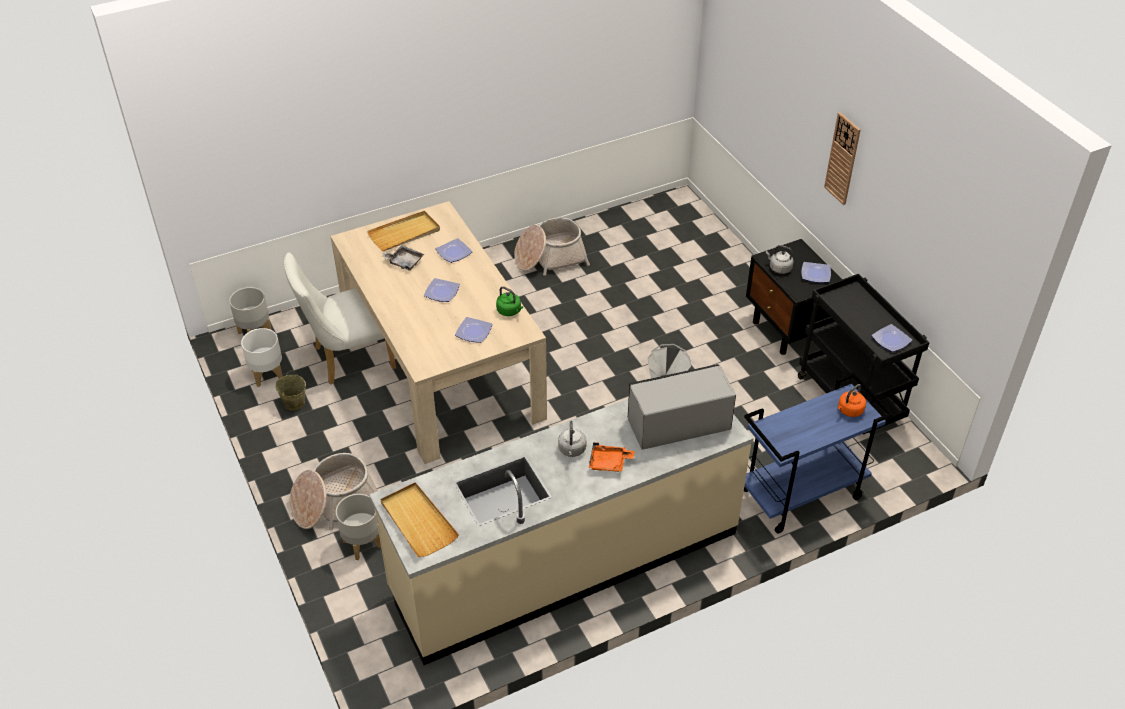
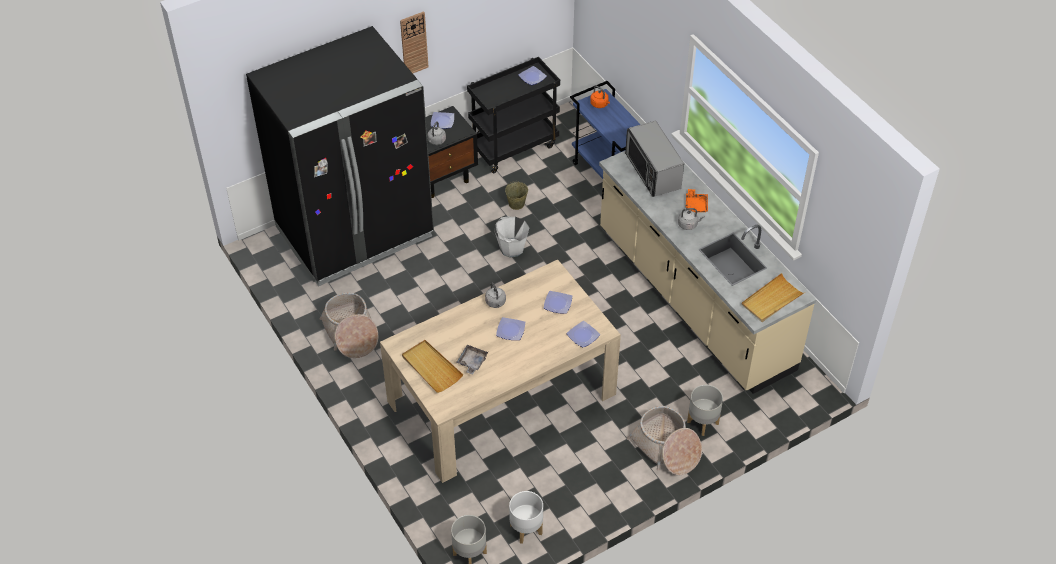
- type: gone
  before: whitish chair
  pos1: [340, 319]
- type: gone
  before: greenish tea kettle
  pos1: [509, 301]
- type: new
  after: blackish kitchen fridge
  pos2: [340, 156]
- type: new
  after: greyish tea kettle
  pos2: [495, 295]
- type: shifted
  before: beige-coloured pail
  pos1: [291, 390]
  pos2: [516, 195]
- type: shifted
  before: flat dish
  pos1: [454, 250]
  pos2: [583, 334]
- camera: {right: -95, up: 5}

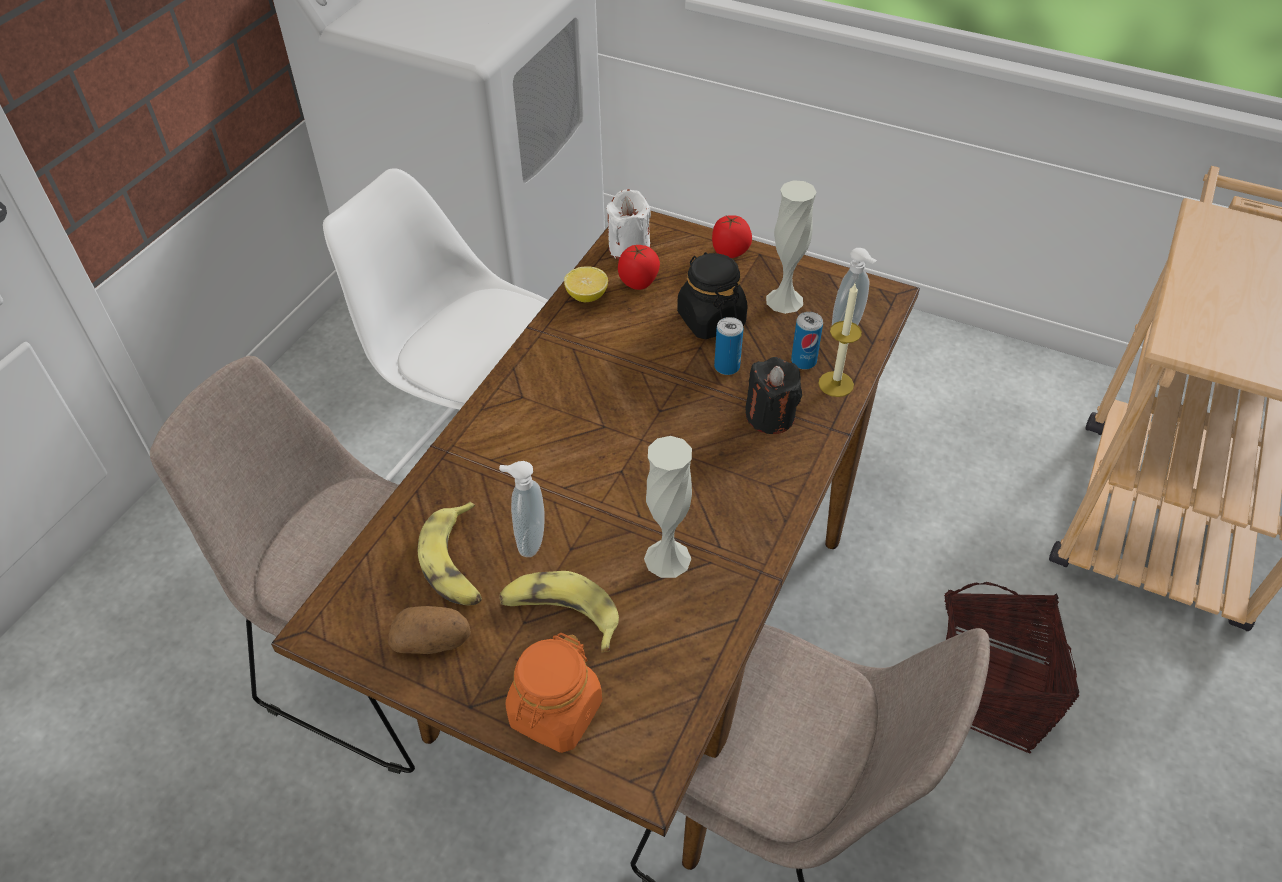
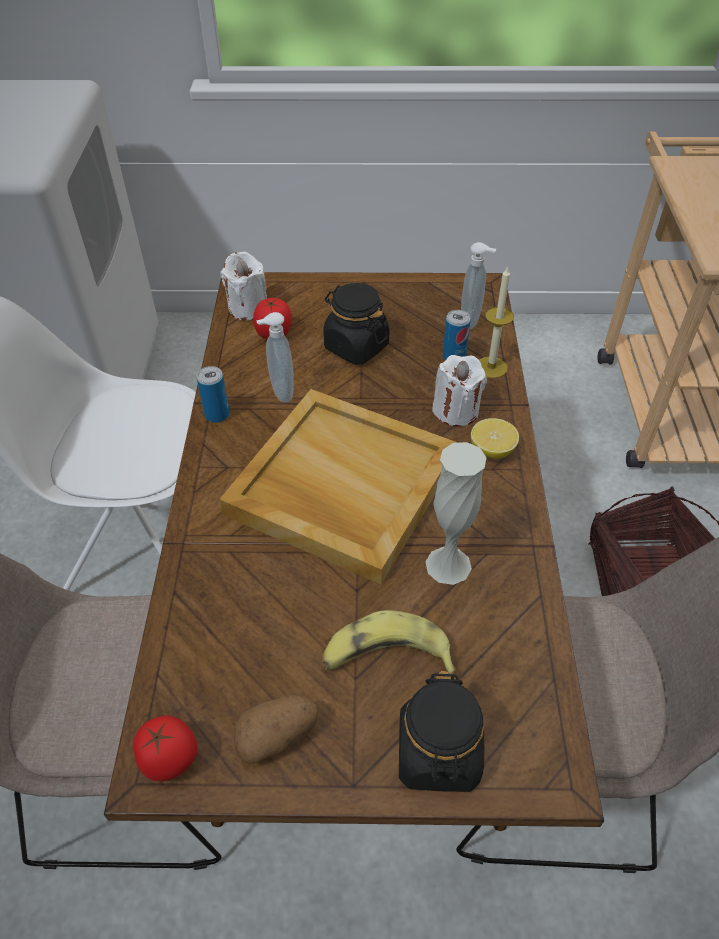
- type: gone
  before: banana fruit
  pos1: [450, 553]
- type: gone
  before: whitish decorative vase
  pos1: [791, 247]
- type: new
  after: beige-coloured tray
  pos2: [339, 486]
- type: shifted
  before: soap bottle
  pos1: [522, 509]
  pos2: [275, 357]
- type: shifted
  before: citrus fruit
  pos1: [586, 284]
  pos2: [495, 438]
- type: shifted
  before: tomato
  pos1: [732, 236]
  pos2: [165, 748]
- type: shifted
  before: metal can
  pos1: [728, 346]
  pos2: [213, 394]
- type: repainted
  before: orange-coloured storage jar
  after: blackish storage jar
  pos1: [553, 693]
  pos2: [441, 731]
- type: repainted
  before: blackish candle
  after: whitish candle
  pos1: [773, 395]
  pos2: [459, 390]
- camera: {right: -25, up: 0}

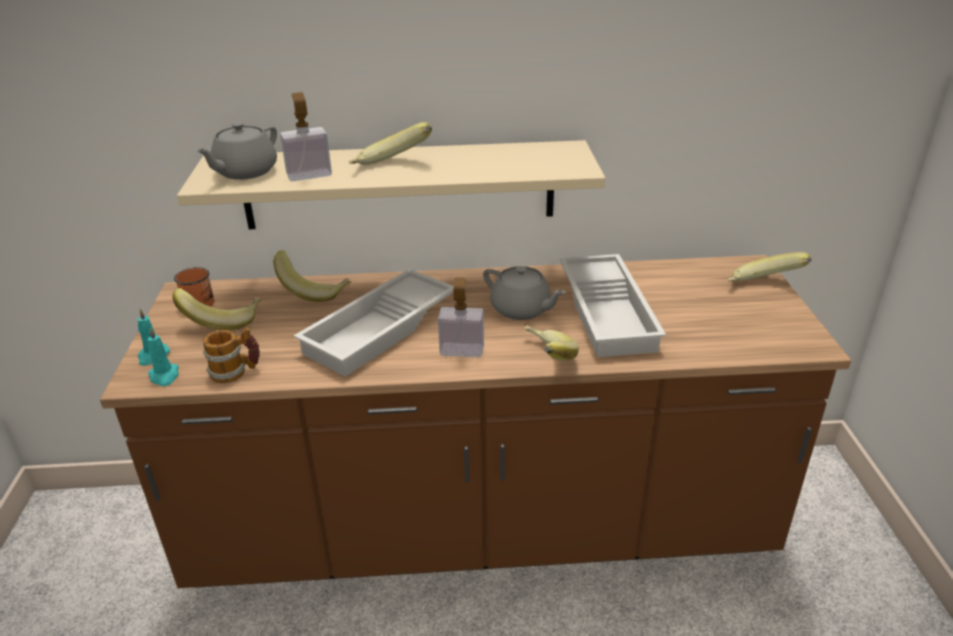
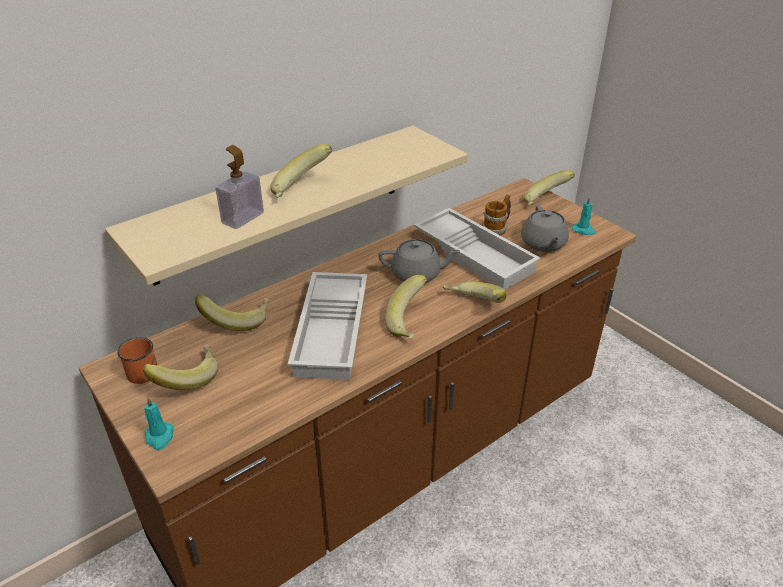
- type: shifted
  before: turquoise-coloured candle
  pos1: [163, 357]
  pos2: [584, 216]
- type: shifted
  before: greyish teapot
  pos1: [236, 151]
  pos2: [545, 228]
- type: shifted
  before: coffee mug
  pos1: [231, 355]
  pos2: [496, 215]
- type: swapped
  before: soap bottle
  after: banana fruit
  pos1: [461, 317]
  pos2: [406, 307]
- camera: {right: -35, up: 5}

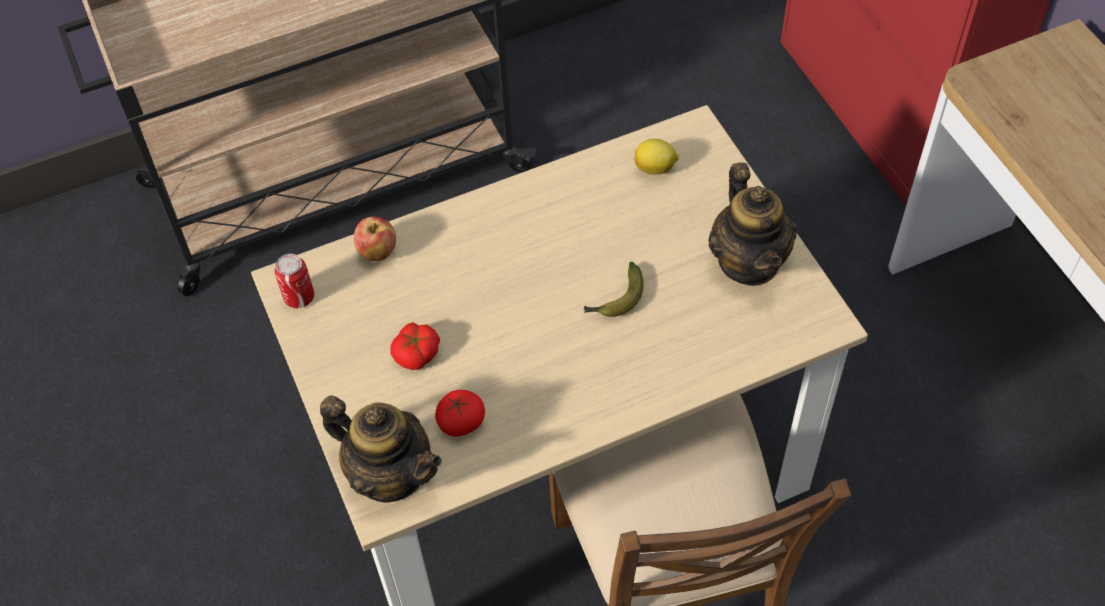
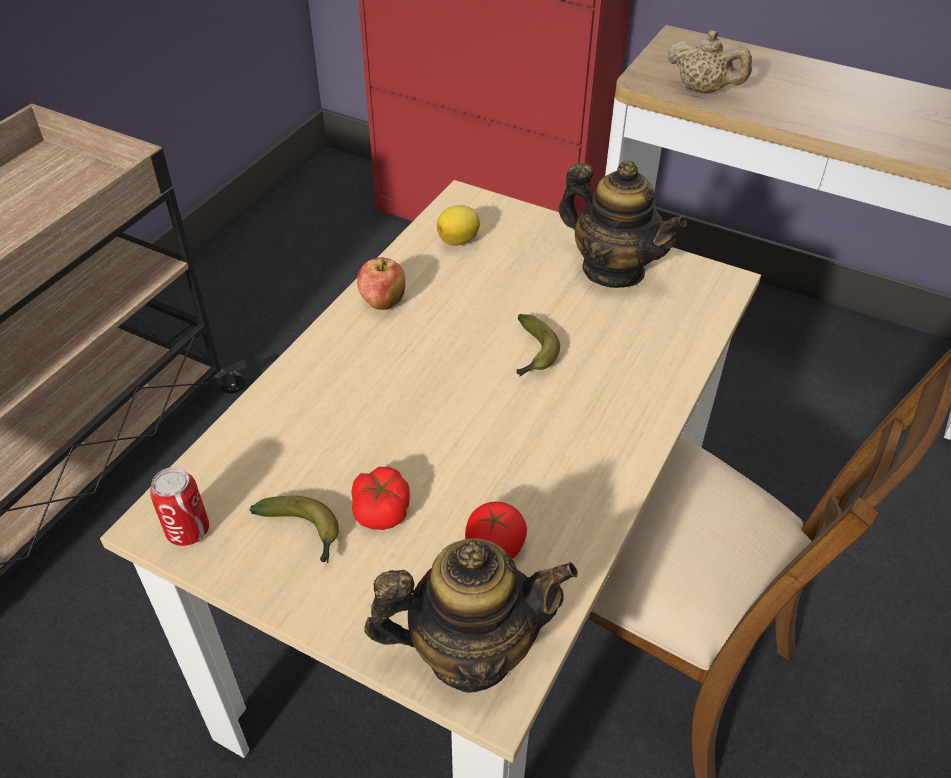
- type: new
  after: banana fruit
  pos2: [294, 529]
- type: new
  after: beige-coloured teapot
  pos2: [709, 62]
- type: shifted
  before: whole apple
  pos1: [375, 238]
  pos2: [381, 283]
- camera: {right: -40, up: -10}

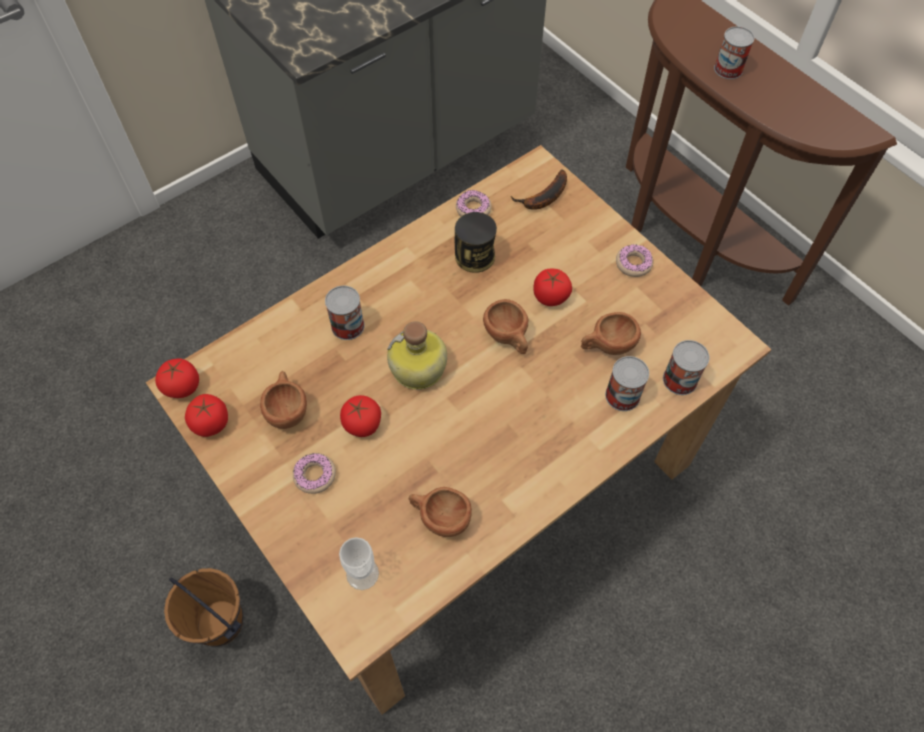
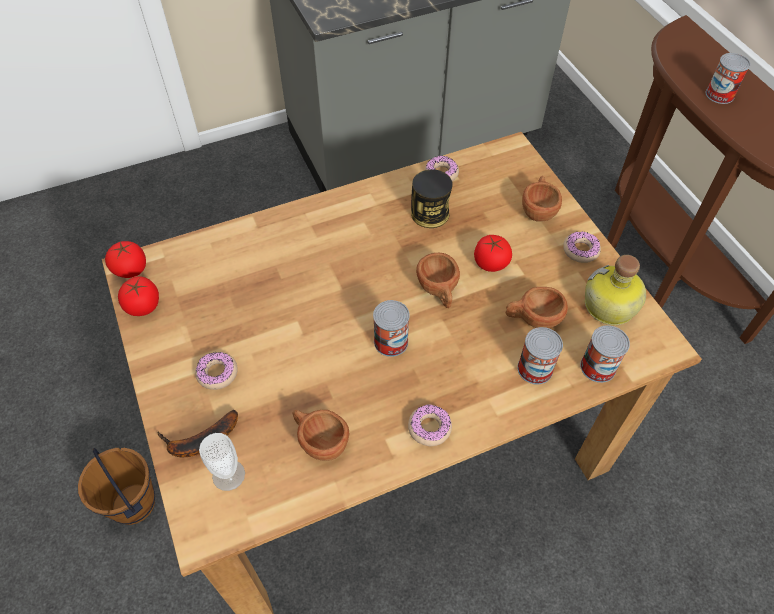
- type: gone
  before: tomato
  pos1: [360, 416]
- type: new
  after: ring doughnut
  pos2: [430, 425]
- type: shifted
  before: brown-coloured drinking cup
  pos1: [283, 400]
  pos2: [542, 199]
- type: shifted
  before: metal can
  pos1: [345, 313]
  pos2: [391, 328]
- type: shifted
  before: bottle
  pos1: [417, 355]
  pos2: [615, 290]
- type: shifted
  before: banana fruit
  pos1: [539, 189]
  pos2: [197, 433]
- camera: {right: 15, up: -5}

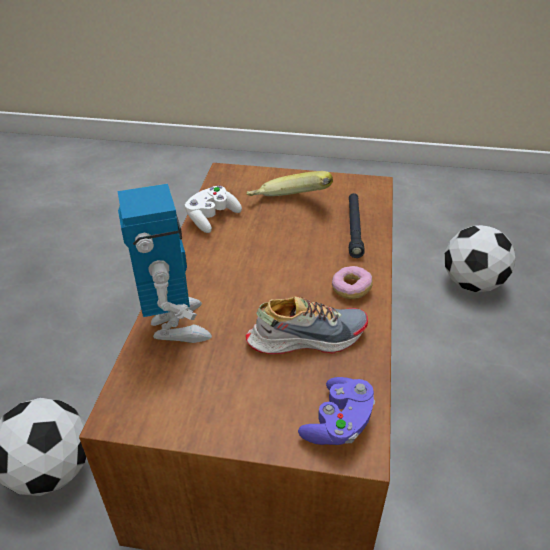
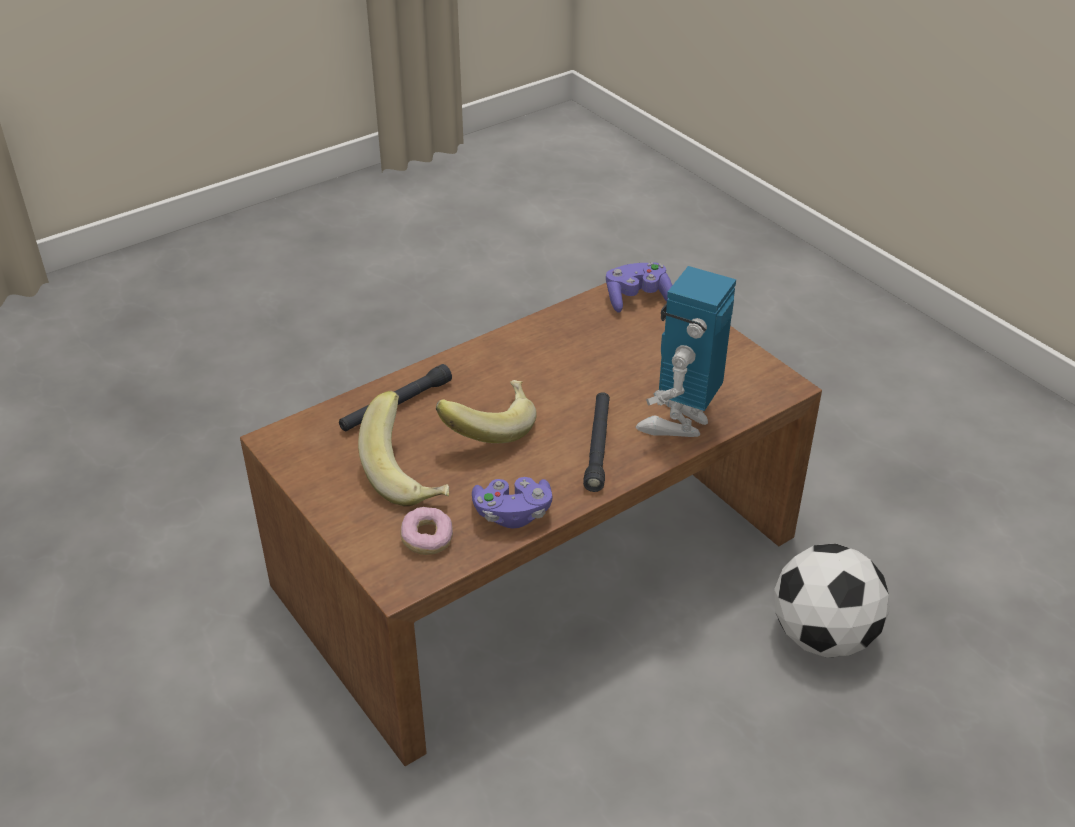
- type: gone
  before: shoe
  pos1: [307, 325]
- type: gone
  before: football ball
  pos1: [480, 258]
- type: new
  after: banana fruit
  pos2: [486, 411]
- type: new
  after: blackish torch
  pos2: [596, 442]
- type: shifted
  before: ring doughnut
  pos1: [352, 282]
  pos2: [426, 531]
- type: repainted
  before: whitish game controller
  after: purple game controller
  pos1: [213, 209]
  pos2: [512, 503]
- camera: {right: -135, up: 0}

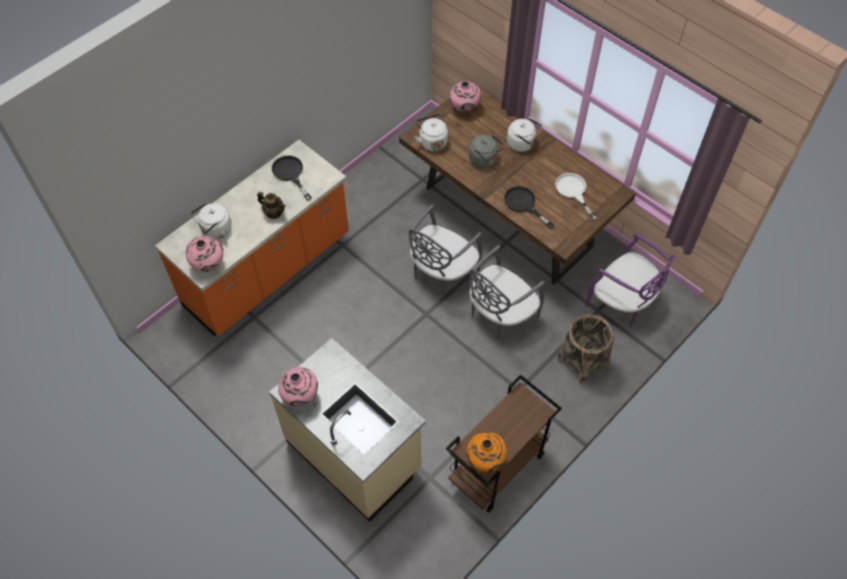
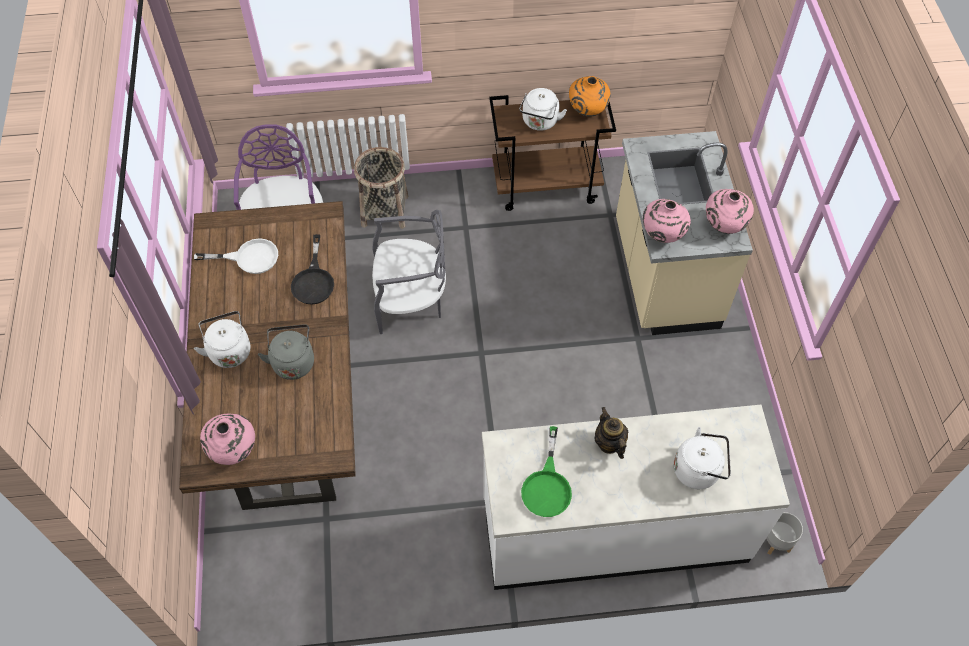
- type: gone
  before: greyish chair
  pos1: [446, 250]
- type: new
  after: greyish plant pot
  pos2: [784, 533]
- type: shifted
  before: pink-coloured decorative vase
  pos1: [204, 254]
  pos2: [667, 221]
- type: shifted
  before: whitish tea kettle
  pos1: [431, 132]
  pos2: [543, 109]
- type: repainted
  before: orange-coloured kitchen base unit
  after: whitish kitchen base unit
  pos1: [252, 238]
  pos2: [636, 497]
- type: repainted
  before: blackish pan
  after: greenish pan
  pos1: [292, 177]
  pos2: [546, 471]
- type: rotated
  before: whitish pan
  pos1: [576, 196]
  pos2: [236, 256]
  turn: -105
- camera: {right: -140, up: 0}

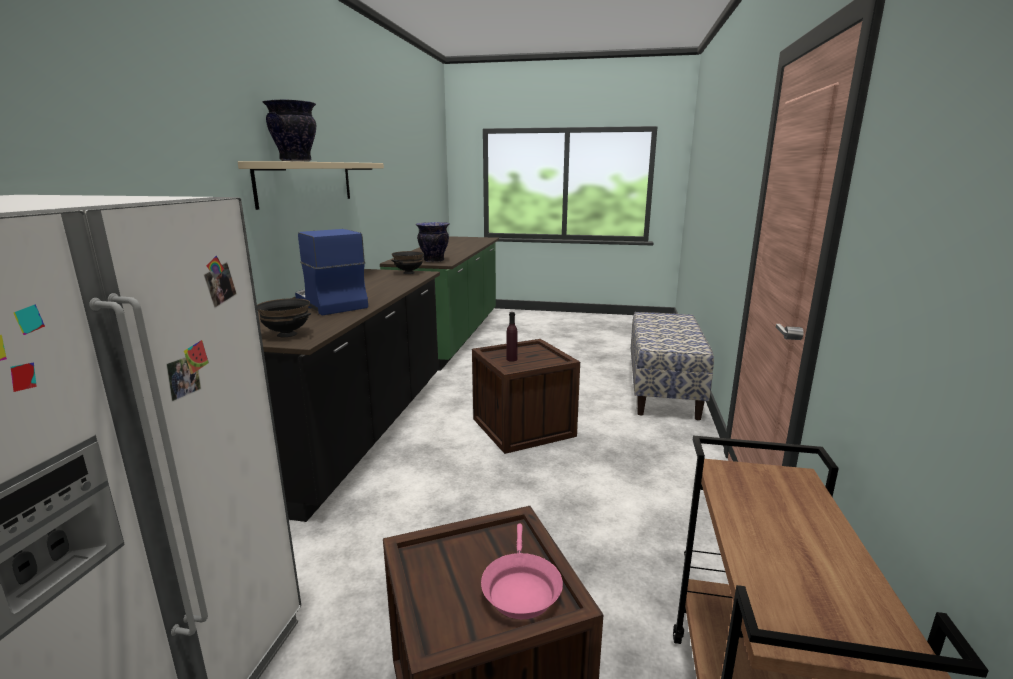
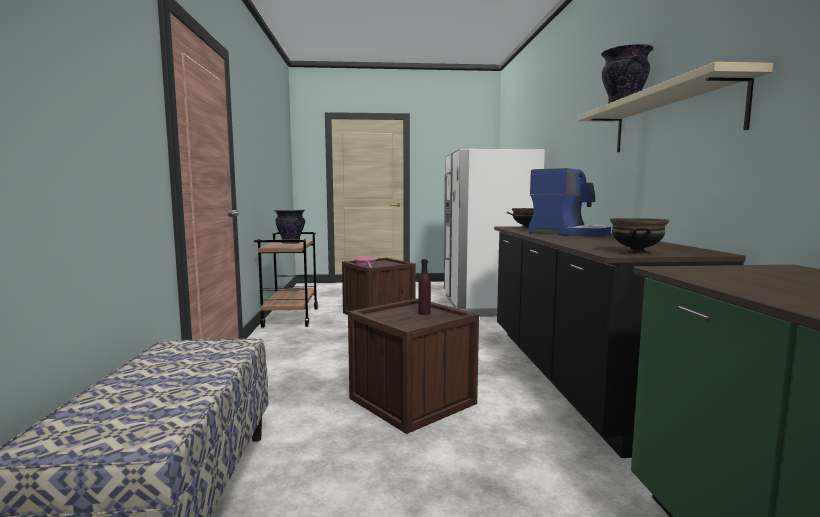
- type: shifted
  before: decorative vase
  pos1: [433, 242]
  pos2: [289, 227]
- camera: {right: 165, up: -10}

